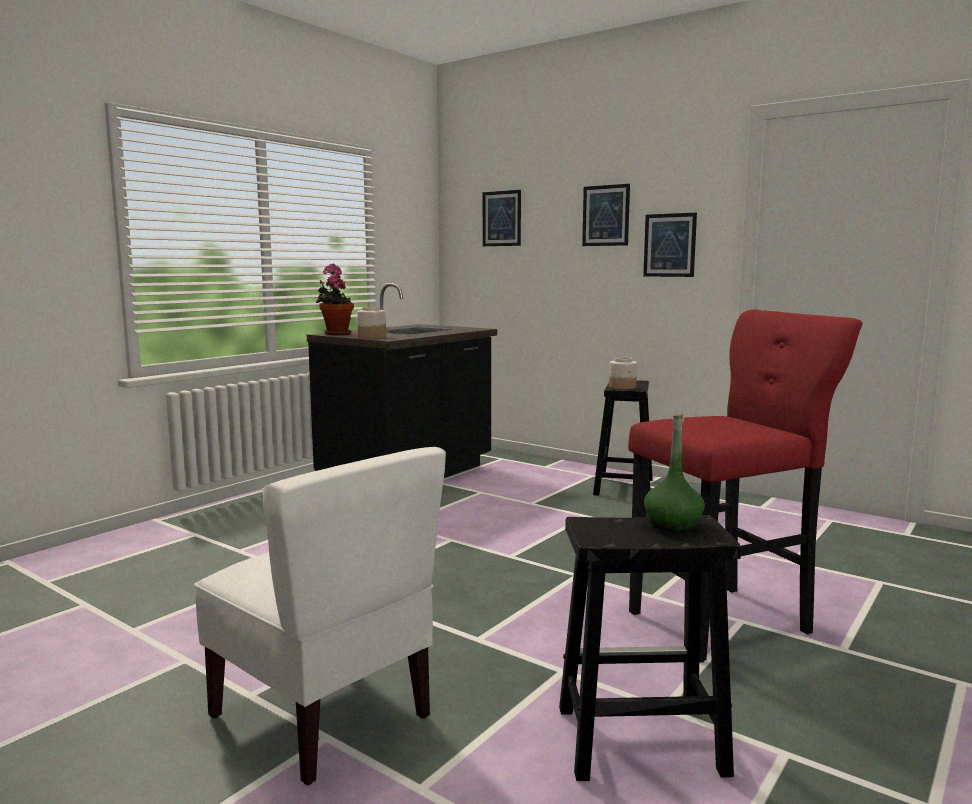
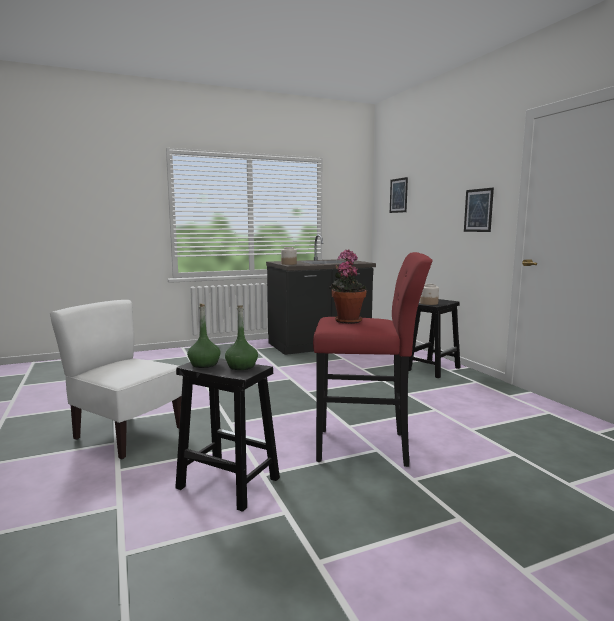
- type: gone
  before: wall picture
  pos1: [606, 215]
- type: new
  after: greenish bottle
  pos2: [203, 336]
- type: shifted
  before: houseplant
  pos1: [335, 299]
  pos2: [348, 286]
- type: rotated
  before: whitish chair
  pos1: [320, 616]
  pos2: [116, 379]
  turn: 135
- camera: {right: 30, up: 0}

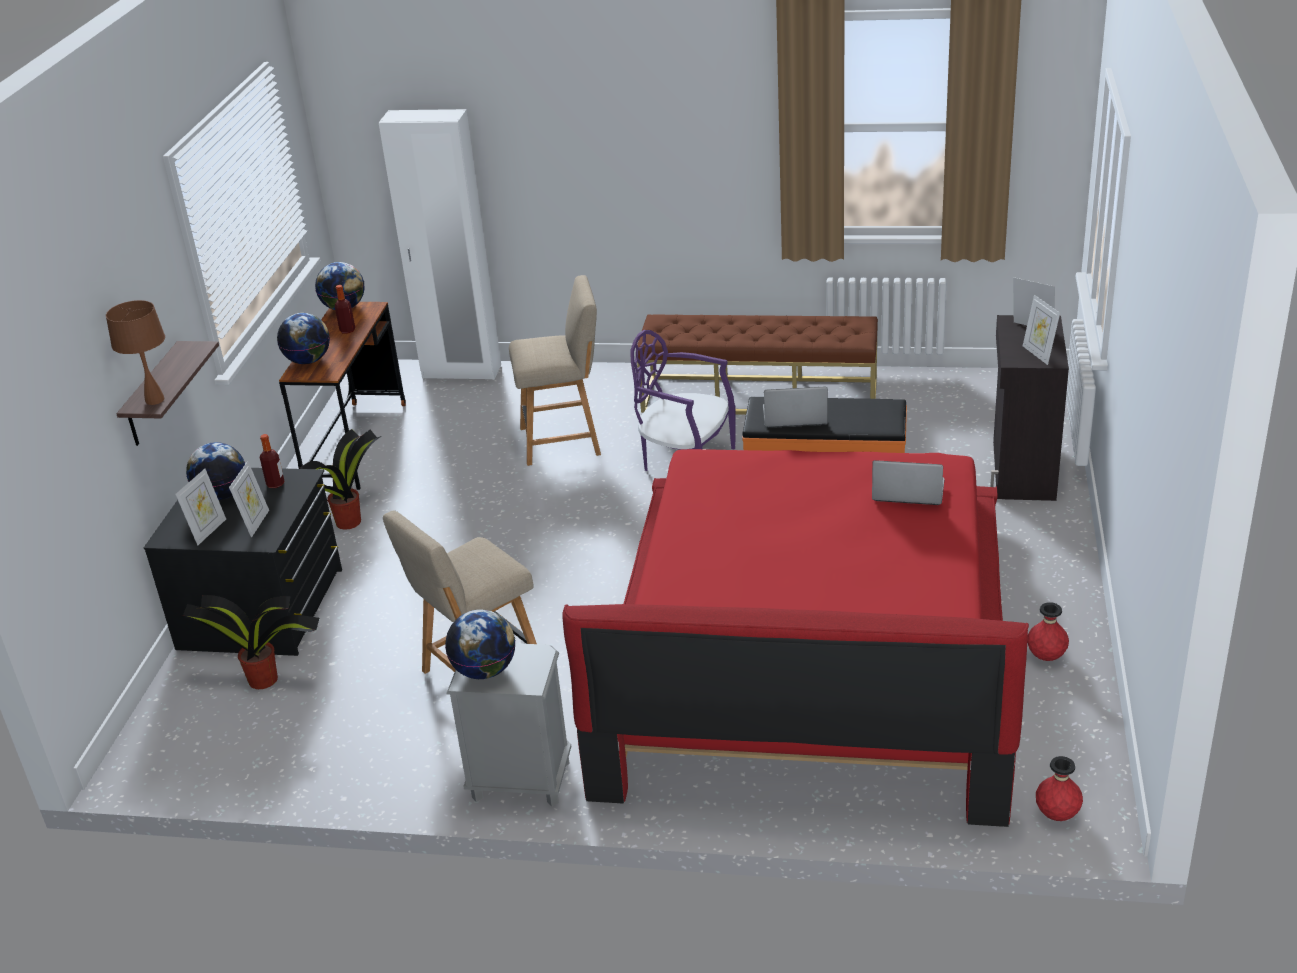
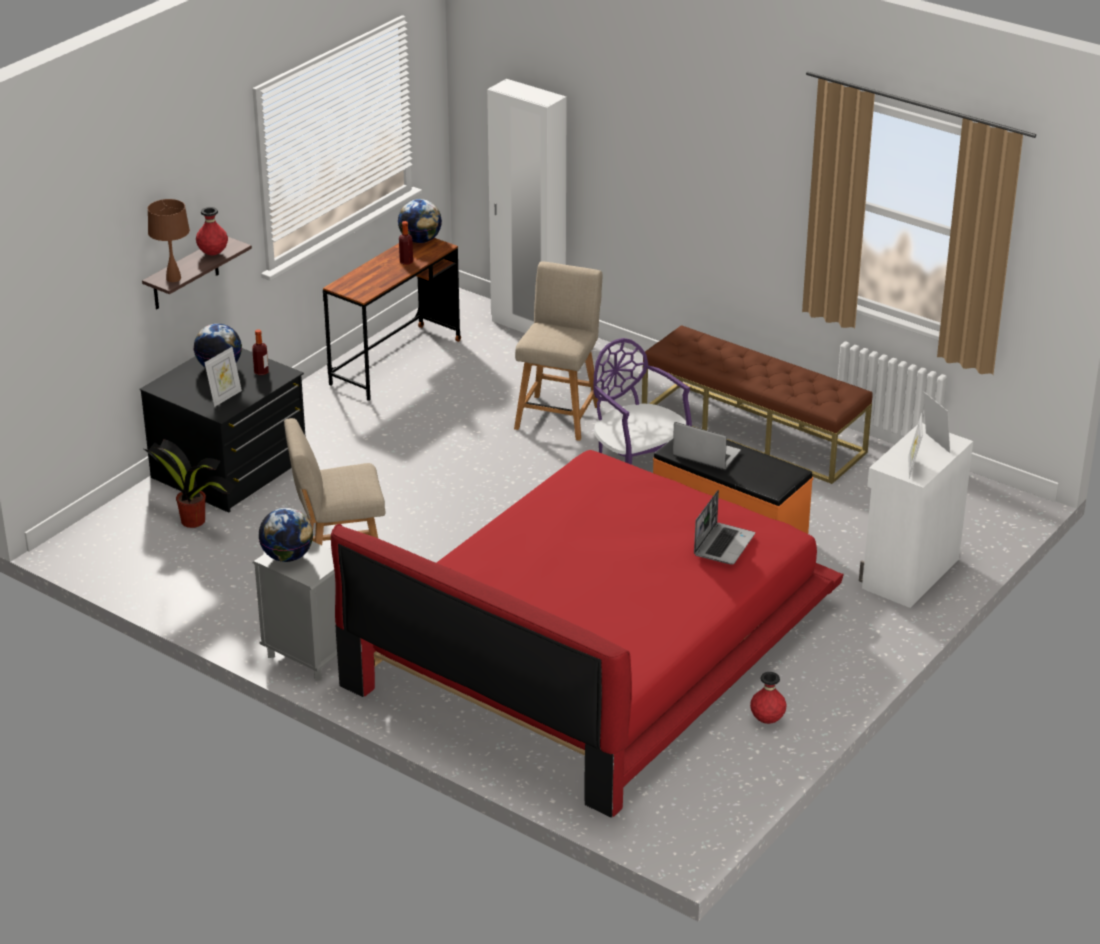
- type: gone
  before: photo frame
  pos1: [200, 507]
- type: gone
  before: globe
  pos1: [303, 338]
- type: gone
  before: houseplant
  pos1: [340, 479]
- type: shifted
  before: red-coloured decorative vase
  pos1: [1059, 788]
  pos2: [212, 231]
- type: repainted
  before: blackish cupboard
  after: whitish cupboard
  pos1: [1029, 408]
  pos2: [916, 515]
- type: rotated
  before: beige-coloured chair
  pos1: [555, 370]
  pos2: [558, 351]
  turn: -90
- type: rotated
  before: portable computer
  pos1: [908, 482]
  pos2: [724, 527]
  turn: 75
- camera: {right: 25, up: 0}

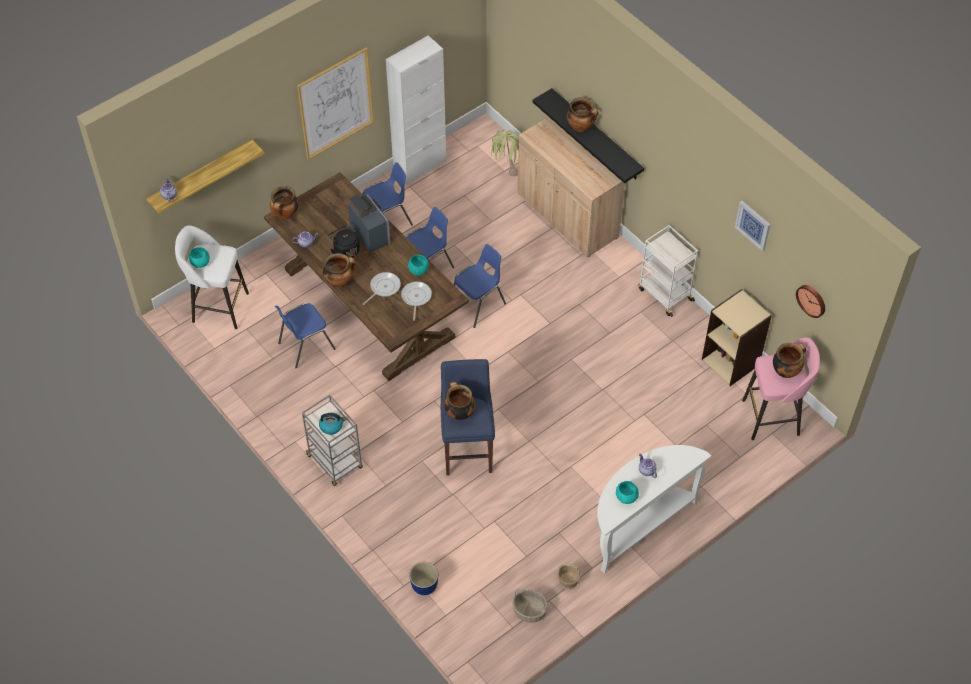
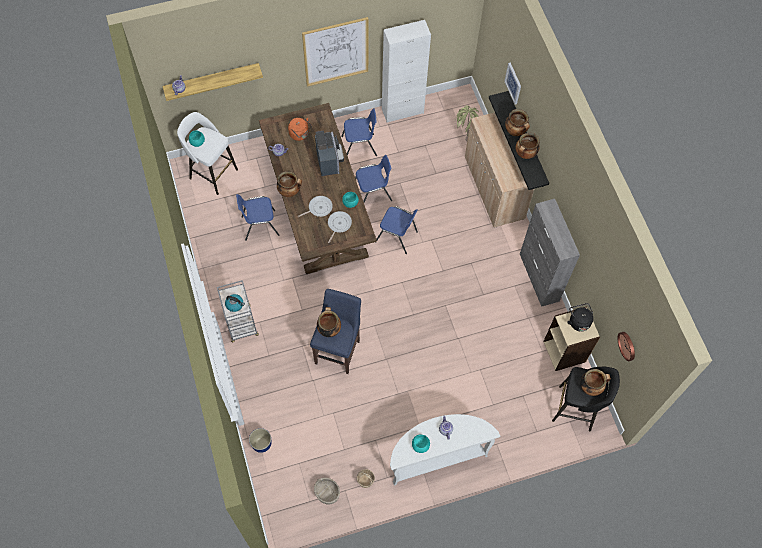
- type: new
  after: orange-coloured tea kettle
  pos2: [300, 129]
- type: shifted
  before: stockpot
  pos1: [284, 202]
  pos2: [528, 146]
- type: shifted
  before: blackish tea kettle
  pos1: [344, 241]
  pos2: [580, 317]
- type: shifted
  before: wall picture
  pos1: [753, 226]
  pos2: [512, 83]
- type: swapped
  before: whitish wheeled cart
  after: greyish cupboard
  pos1: [668, 271]
  pos2: [550, 253]
- type: repainted
  before: pink-coloured stool seat
  after: blackish stool seat
  pos1: [781, 388]
  pos2: [586, 399]
- type: rotated
  before: blue-coloured chair
  pos1: [480, 286]
  pos2: [396, 230]
  turn: 45
- camera: {right: 20, up: 10}

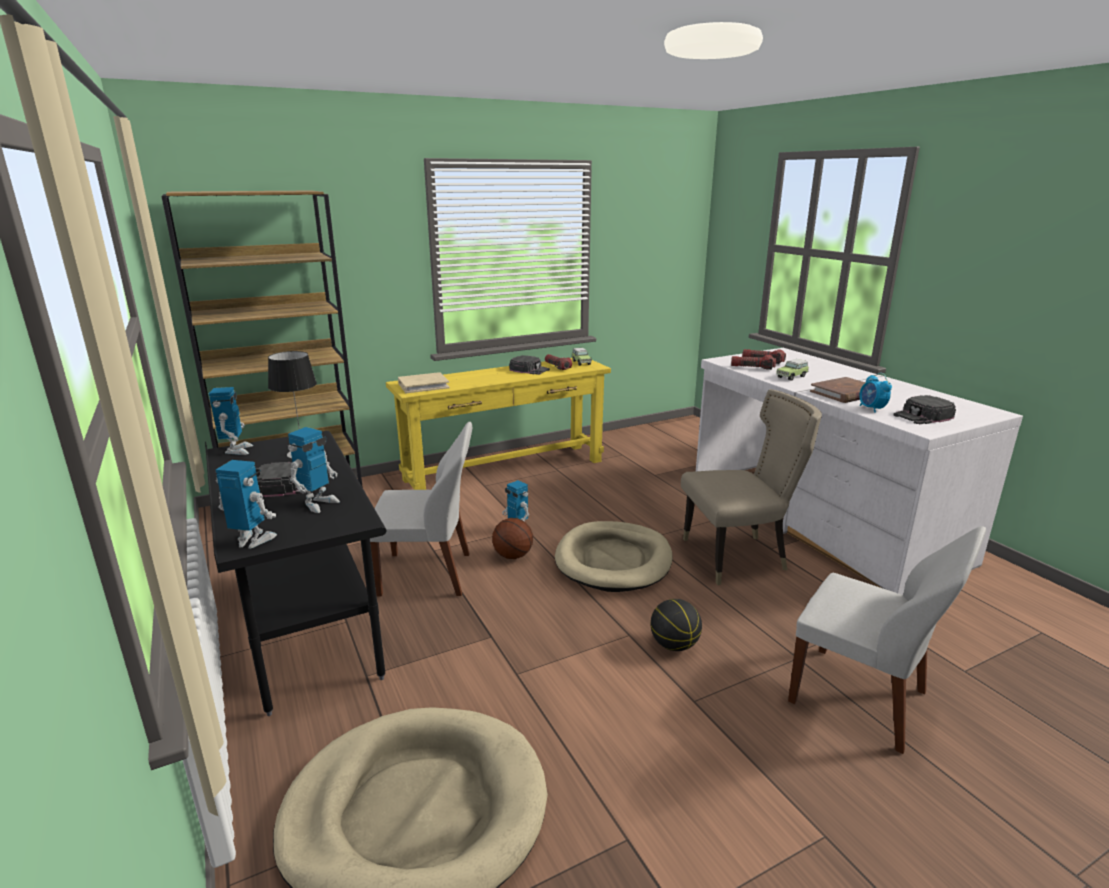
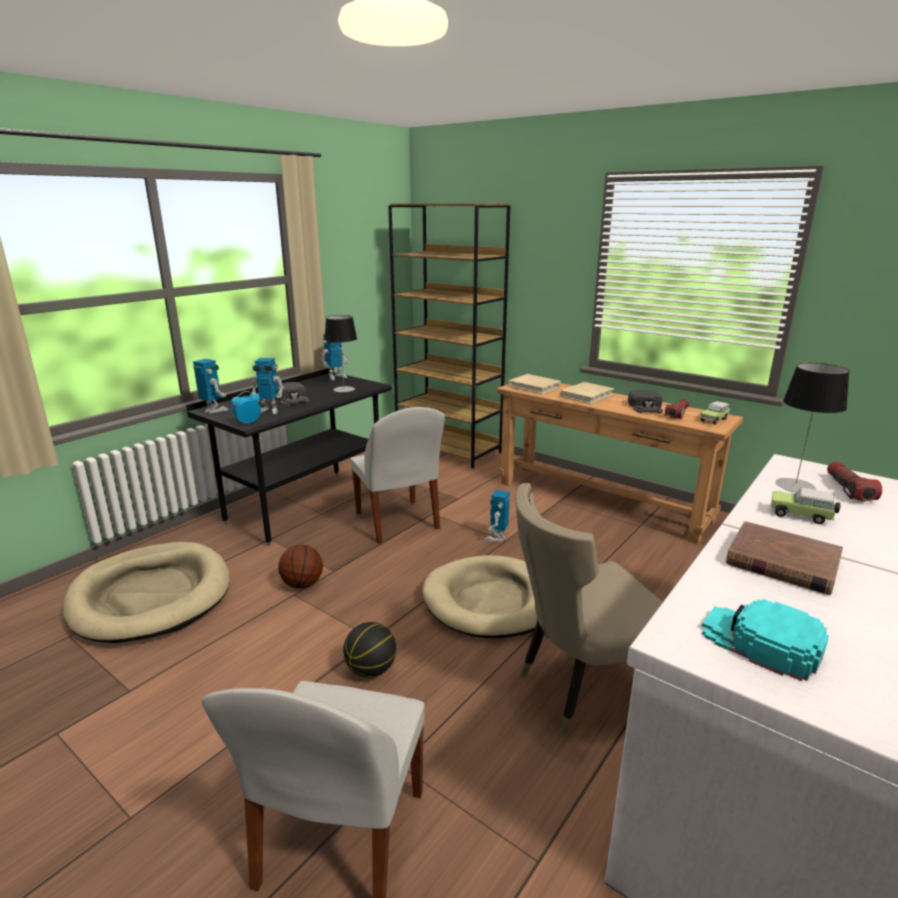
- type: new
  after: beige-coloured bound book
  pos2: [587, 393]
- type: shifted
  before: basketball
  pos1: [512, 538]
  pos2: [300, 567]
- type: shifted
  before: bedside clock
  pos1: [875, 393]
  pos2: [246, 407]
- type: swapped
  before: torch
  after: tabletop lamp
  pos1: [753, 362]
  pos2: [812, 428]
- type: repainted
  before: yellowish hall table
  after: brown-coloured hall table
  pos1: [498, 424]
  pos2: [620, 464]
- type: repainted
  before: blackish baseball cap
  after: turquoise-coloured baseball cap
  pos1: [925, 409]
  pos2: [765, 640]
- type: rotated
  before: model robot
  pos1: [246, 504]
  pos2: [211, 386]
  turn: -45
- type: rotated
  before: beige-coloured chair
  pos1: [751, 487]
  pos2: [589, 610]
  turn: 105
- camera: {right: 65, up: 0}

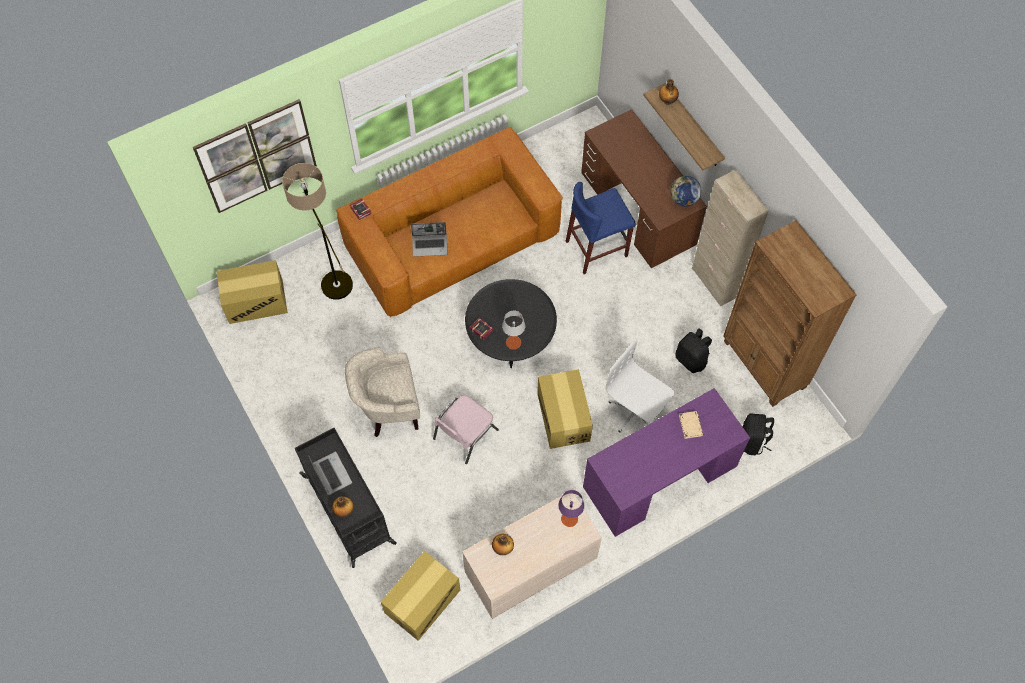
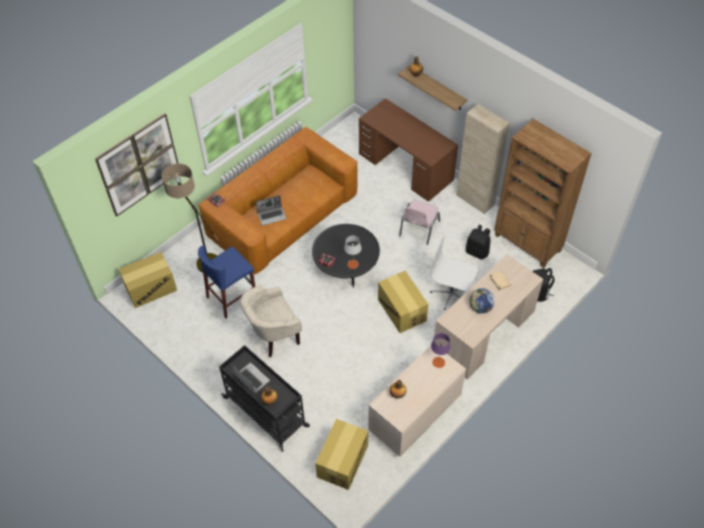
- type: shifted
  before: pink-coloured chair
  pos1: [466, 429]
  pos2: [419, 222]
- type: shifted
  before: blue-coloured stool seat
  pos1: [601, 228]
  pos2: [226, 282]
- type: shifted
  before: globe
  pos1: [685, 191]
  pos2: [482, 300]
- type: repainted
  before: purple desk unit
  after: beige-coloured desk unit
  pos1: [666, 462]
  pos2: [488, 316]
- camera: {right: -15, up: -10}

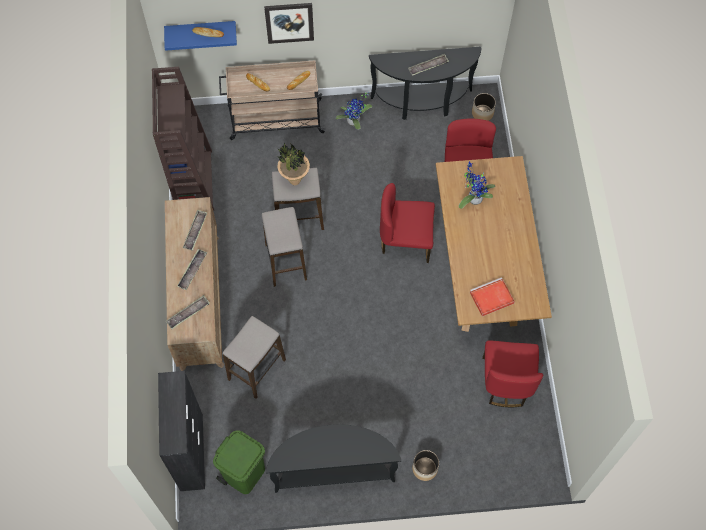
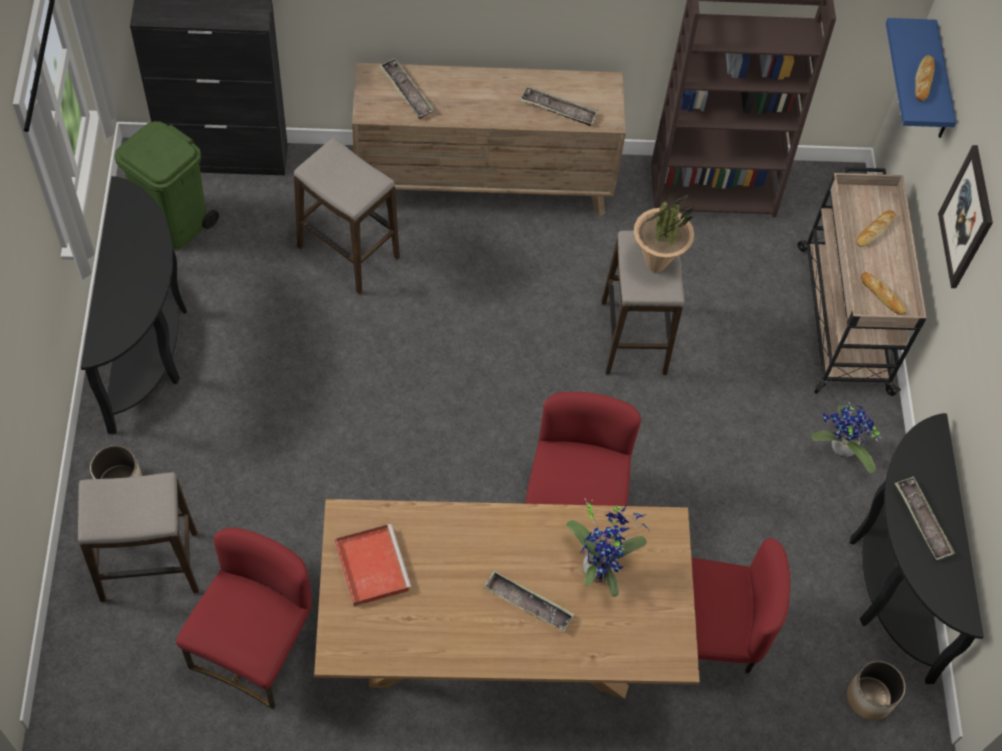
- type: shifted
  before: tray
  pos1: [192, 269]
  pos2: [528, 601]
- type: shifted
  before: stool seat
  pos1: [284, 247]
  pos2: [138, 537]
- type: rotated
  before: red-coloured chair
  pos1: [512, 373]
  pos2: [244, 618]
  turn: 105
- camera: {right: 90, up: -5}

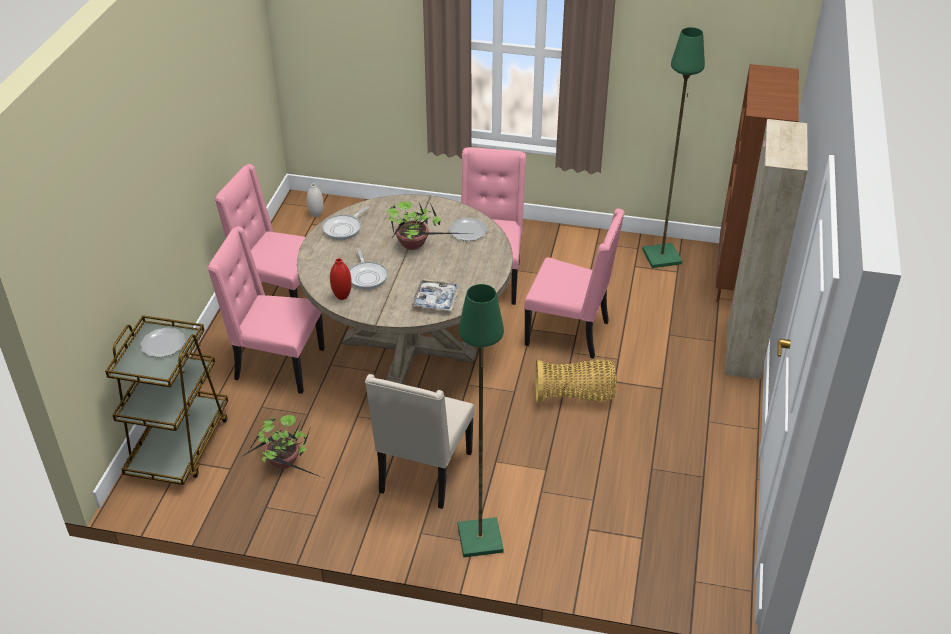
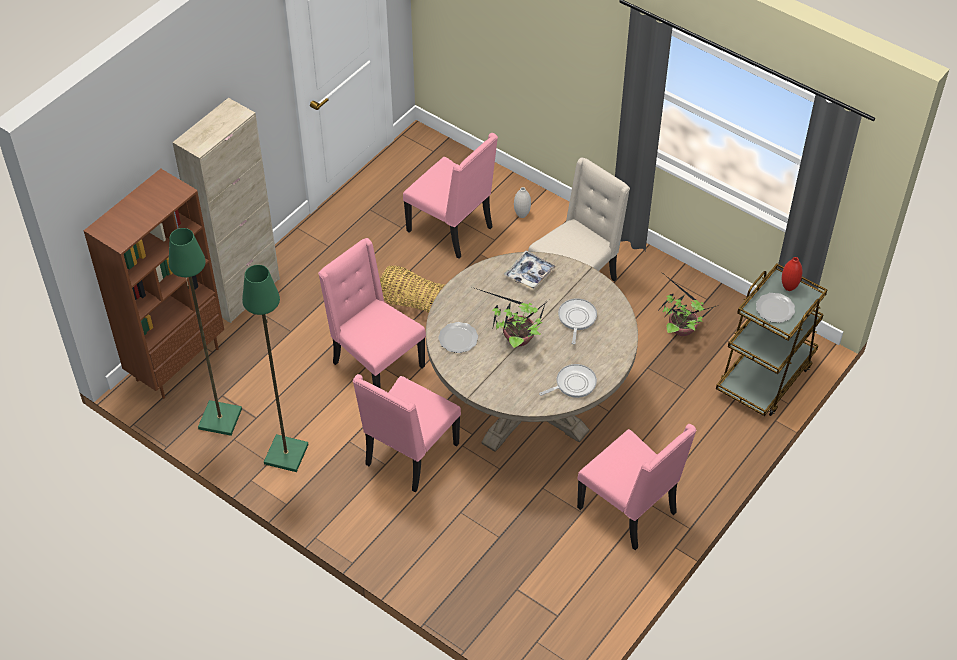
- type: shifted
  before: pink-coloured chair
  pos1: [266, 310]
  pos2: [450, 196]
- type: shifted
  before: whitish decorative vase
  pos1: [315, 200]
  pos2: [522, 202]
- type: shifted
  before: red-coloured decorative vase
  pos1: [341, 279]
  pos2: [792, 274]
- type: shifted
  before: greenish standing lamp
  pos1: [481, 420]
  pos2: [275, 368]
- camera: {right: -155, up: 10}

